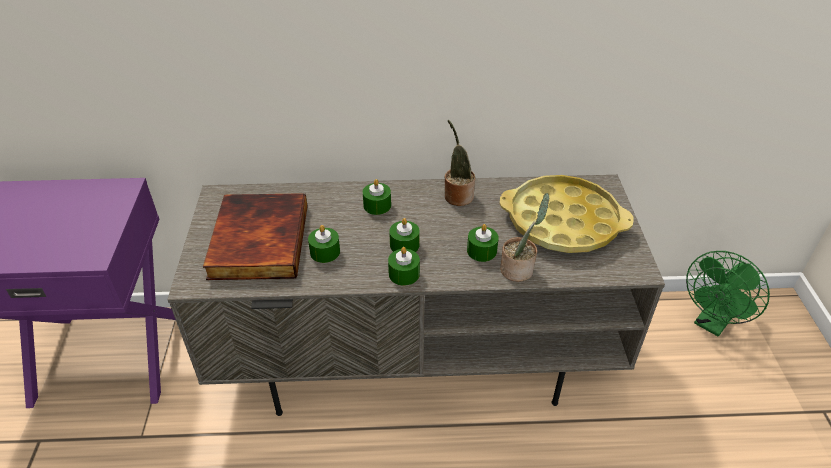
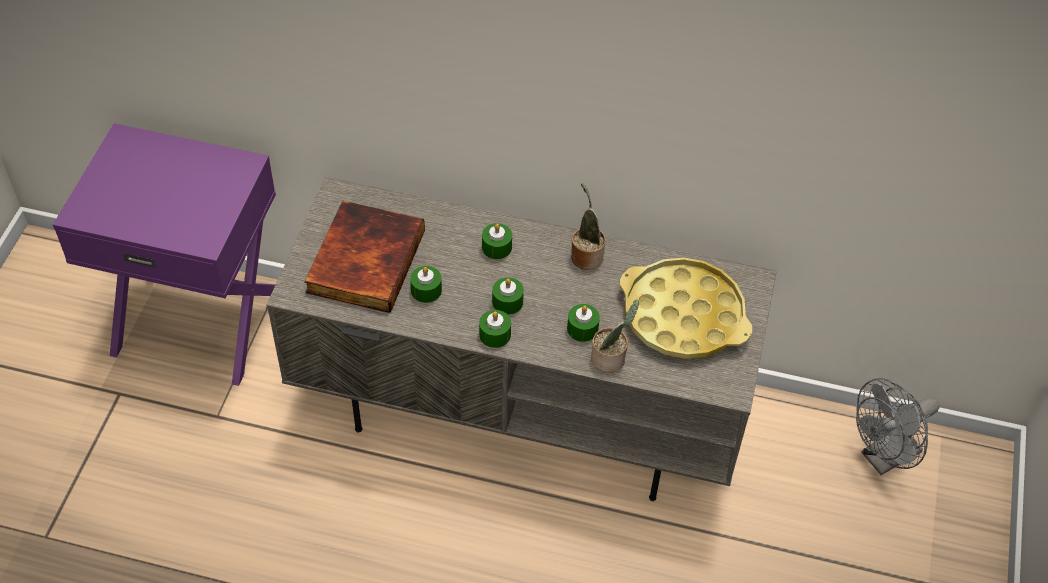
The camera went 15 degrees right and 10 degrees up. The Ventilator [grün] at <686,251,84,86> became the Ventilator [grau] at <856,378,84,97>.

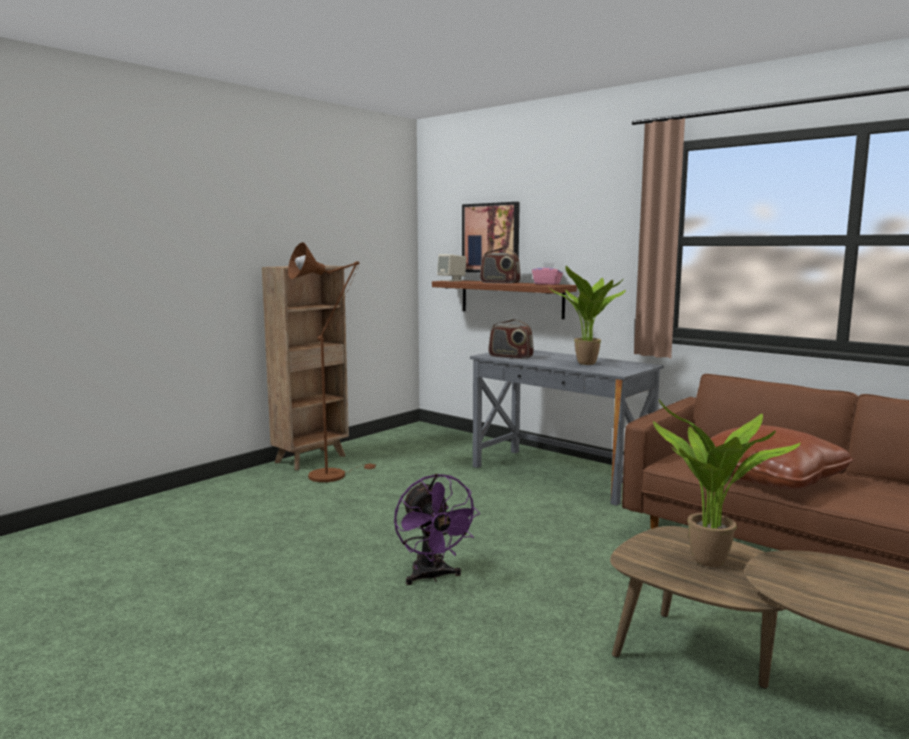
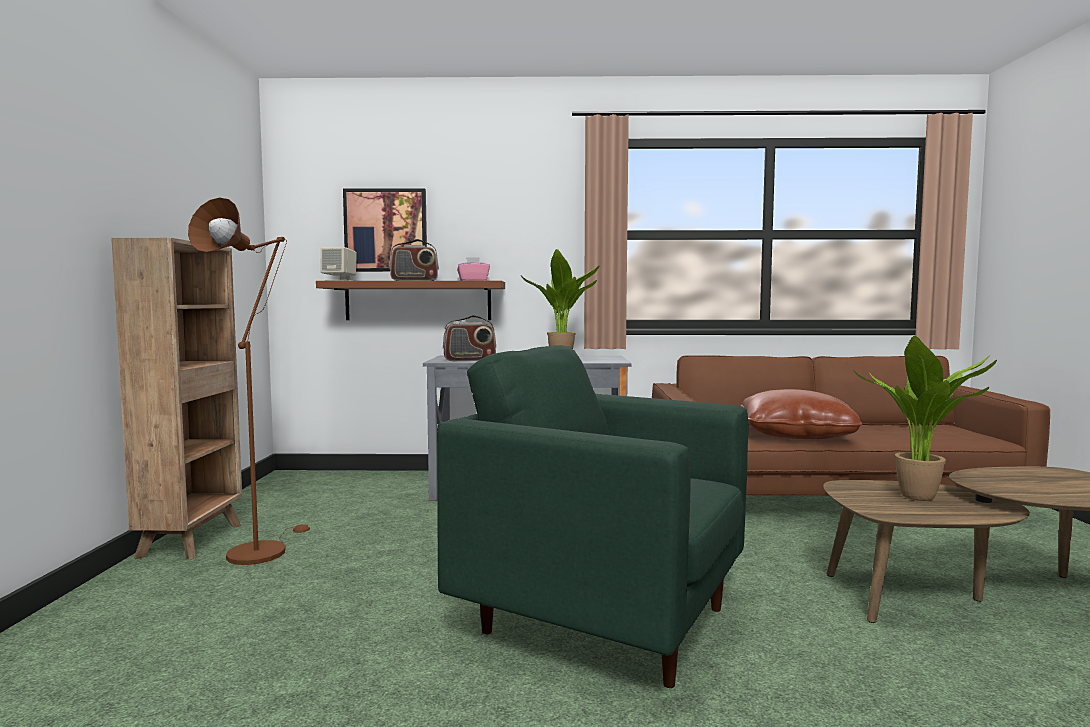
The camera went 40 degrees left and 5 degrees down. The Ventilator [lila] at <394,474,86,111> was replaced by the Sessel [grün] at <437,345,311,343>.

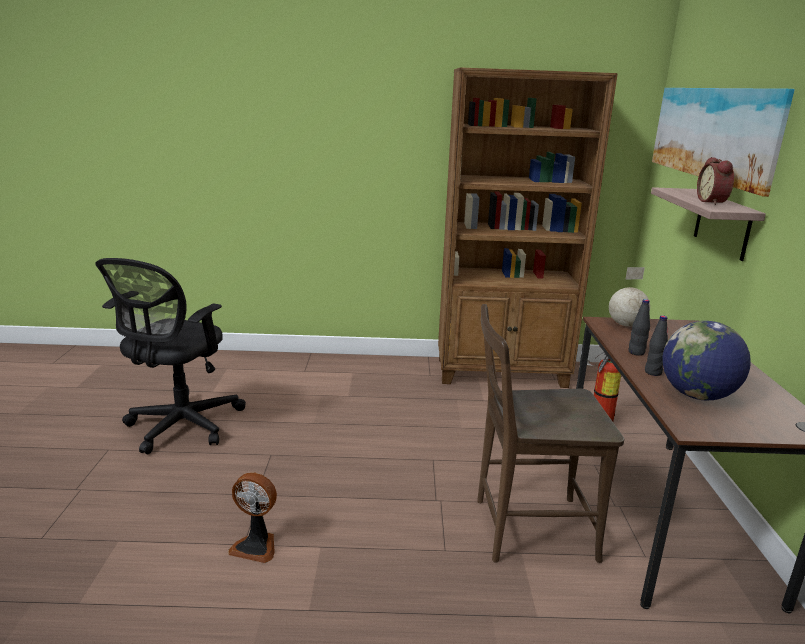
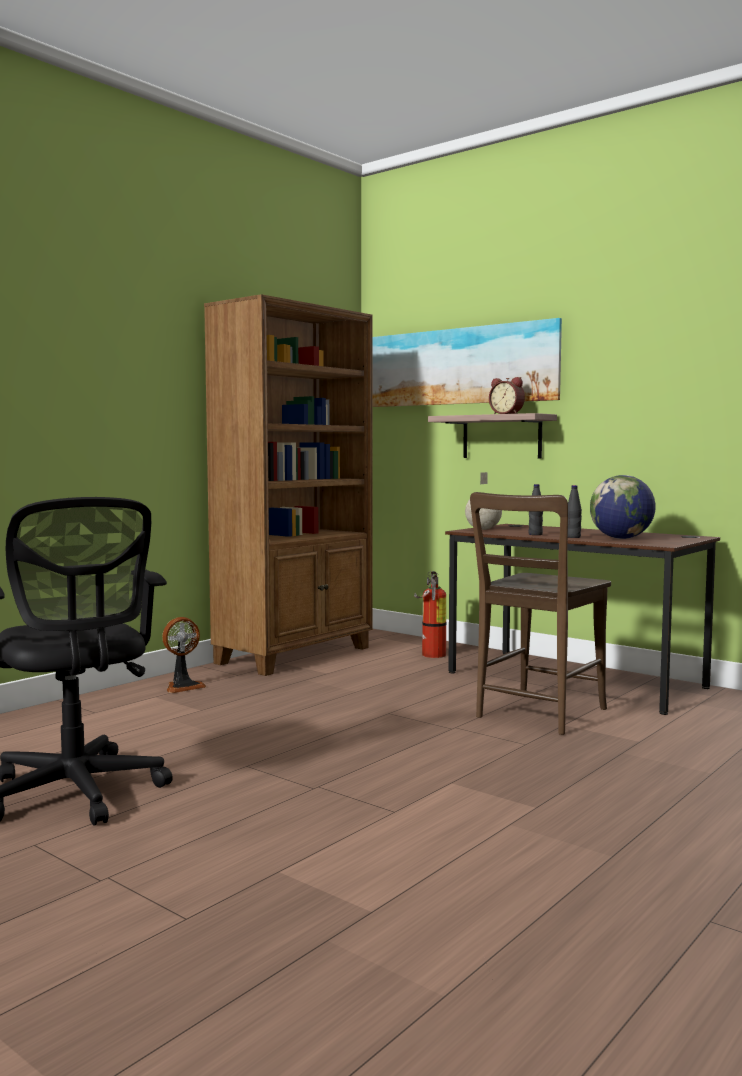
The camera went 50 degrees left and 15 degrees down. The Ventilator moved from <228,472,49,91> to <162,617,44,76>.

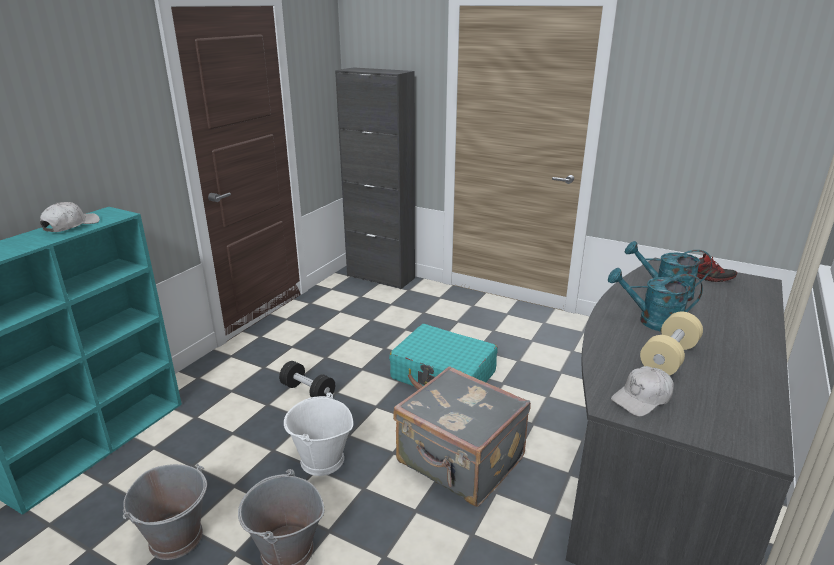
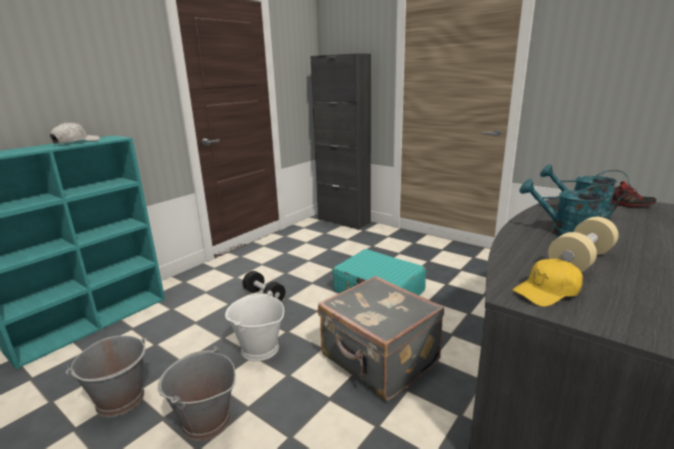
The camera went 10 degrees right and 5 degrees down. The Kappe [weiß] at <611,366,63,51> became the Kappe [gelb] at <513,259,70,48>.

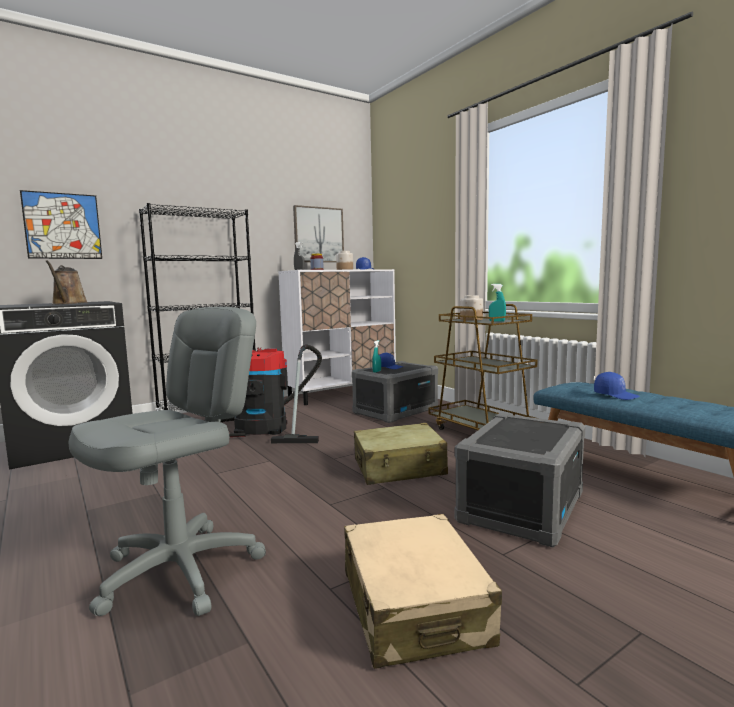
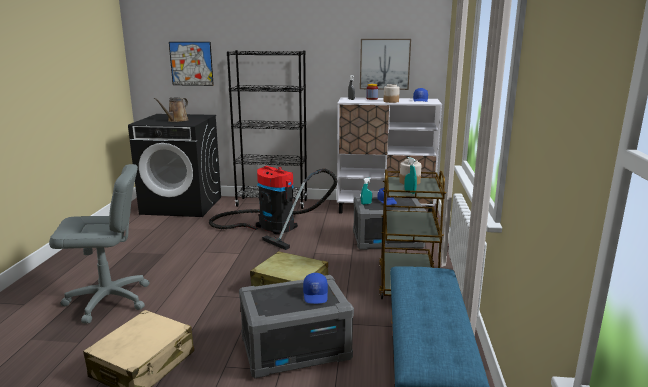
The camera went 40 degrees right and 10 degrees up. The Kappe [blau] moved from <594,372,46,28> to <303,273,25,31>.

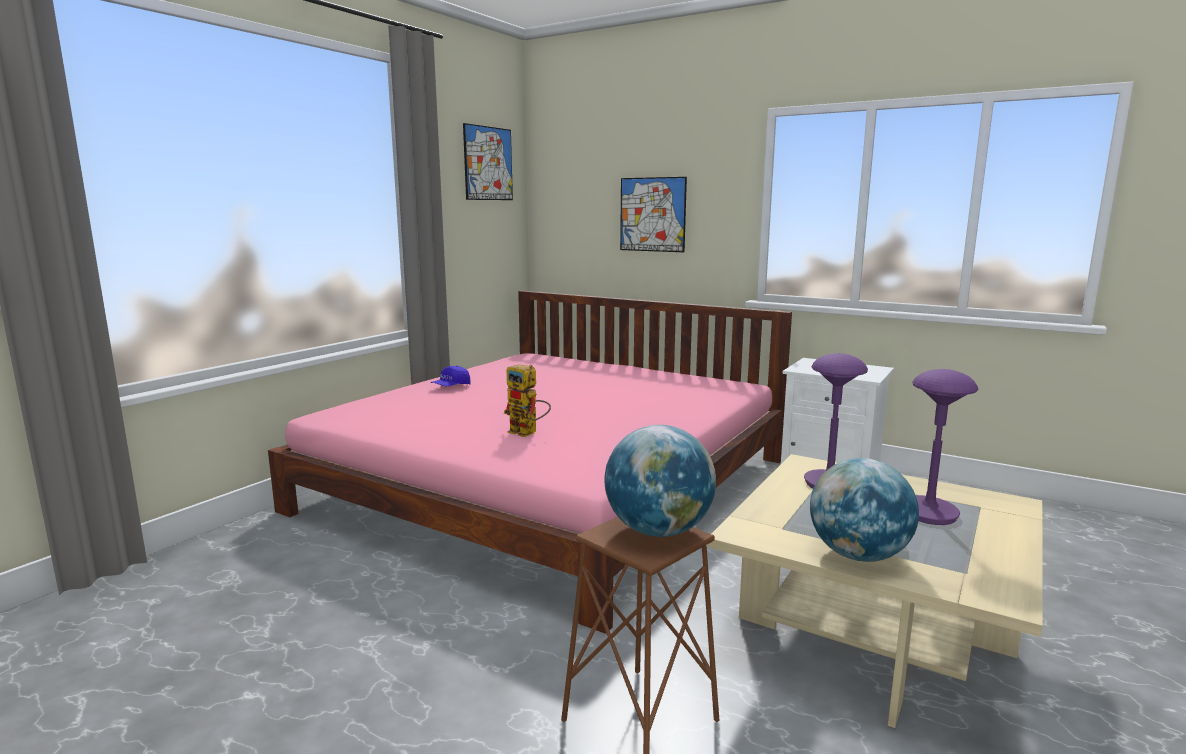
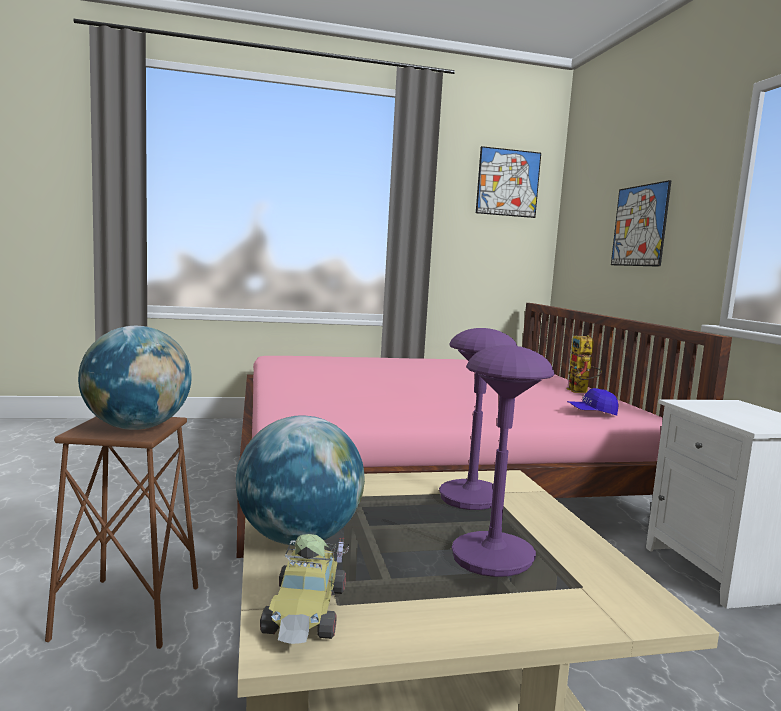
The camera went 45 degrees right and 5 degrees down. The Kappe [blau] moved from <431,366,40,20> to <567,388,51,28>. The Spielzeugroboter moved from <504,364,47,73> to <566,335,36,58>. The Spielzeugauto at <260,534,89,110> appeared.

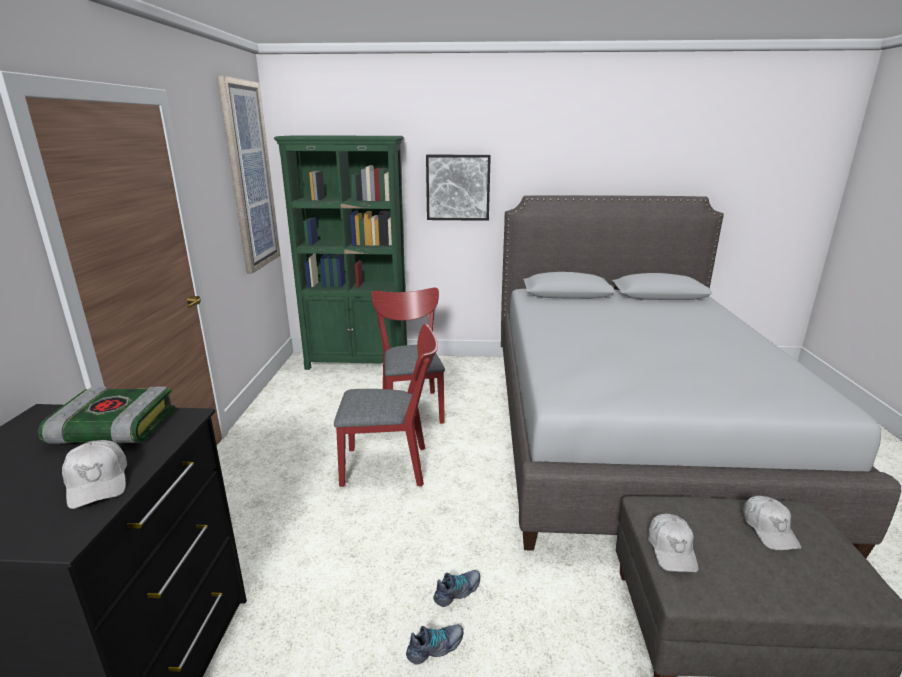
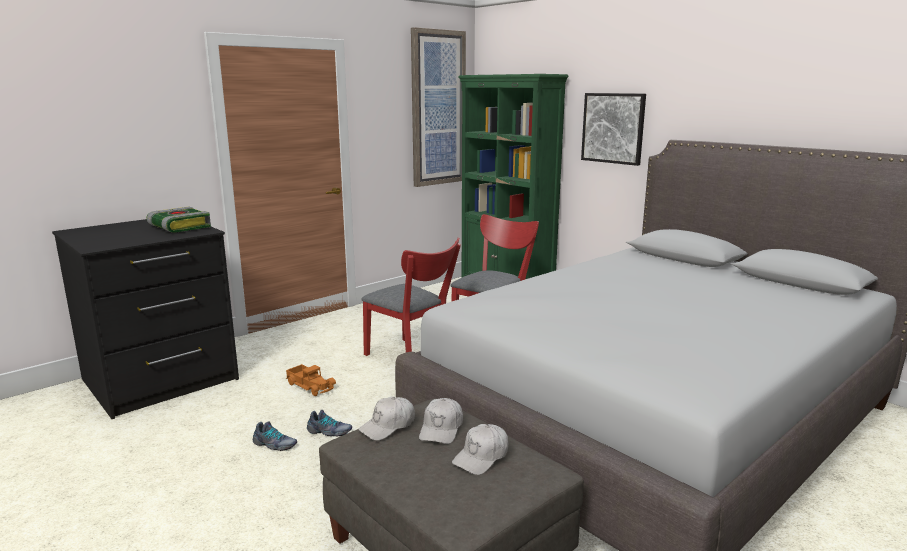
The camera went 45 degrees right and 5 degrees down. The Kappe [weiß] moved from <62,440,65,69> to <419,398,44,46>. The Spielzeuglaster at <286,364,50,32> appeared.

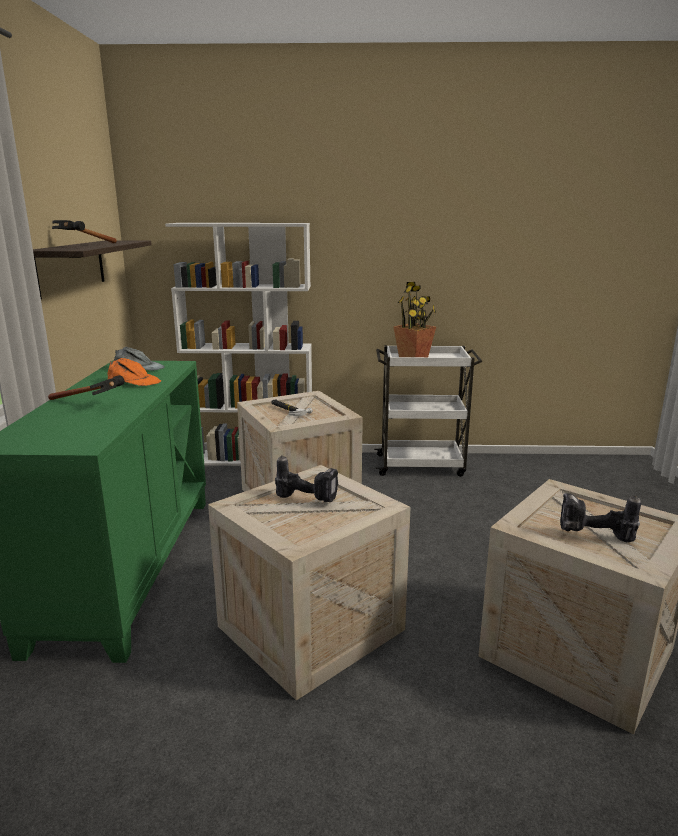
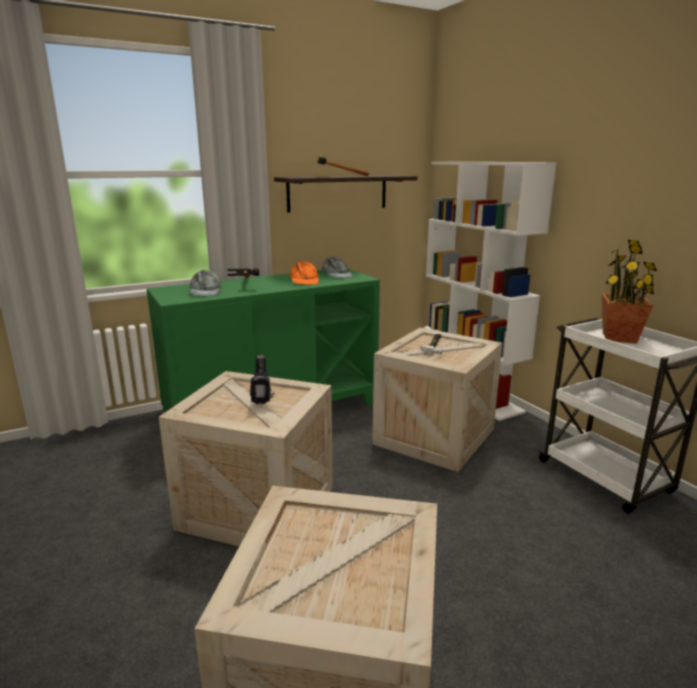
The camera went 60 degrees right and 0 degrees up. The Bohrmaschine at <560,493,81,49> disappeared. The Kappe [grau] at <190,270,32,26> appeared.

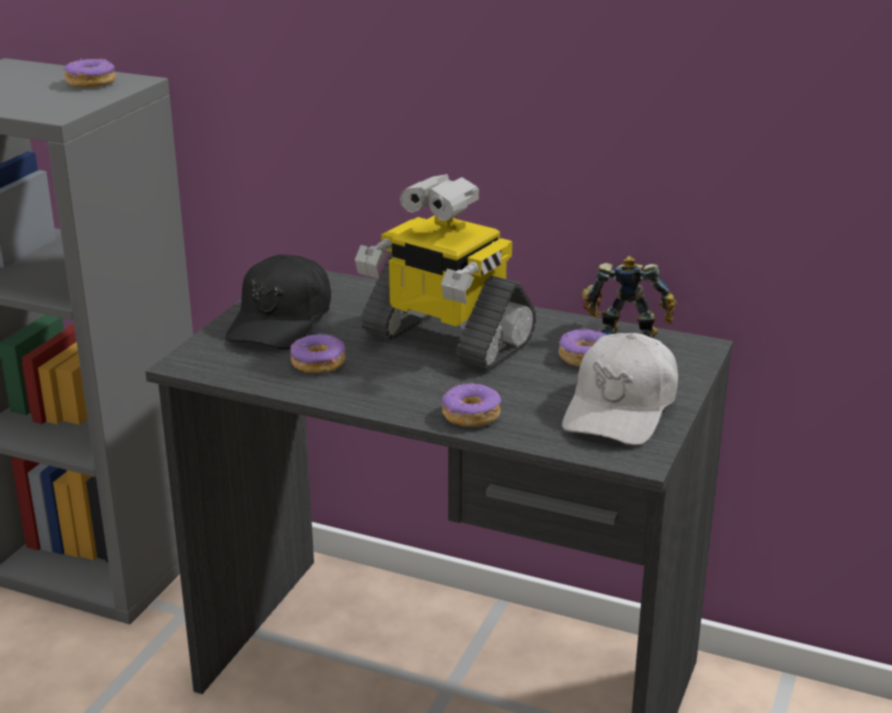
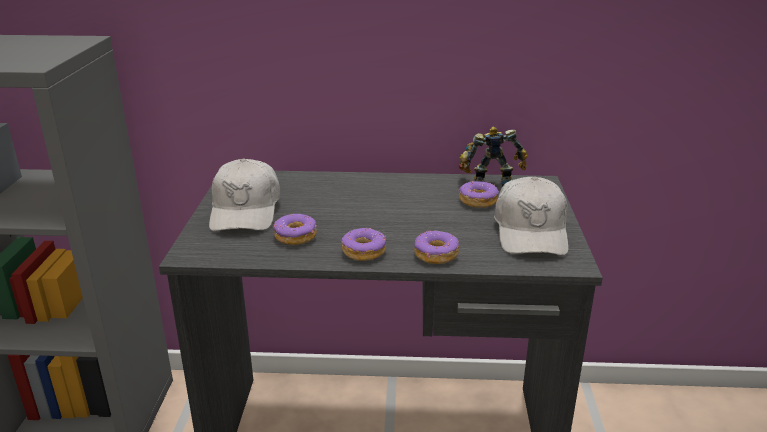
The camera went 20 degrees left and 0 degrees up. The Donut moved from <64,59,52,29> to <342,228,44,33>. The Kappe [schwarz] at <225,254,106,95> became the Kappe [weiß] at <209,158,71,73>. The Spielzeugroboter at <355,174,181,197> disappeared.

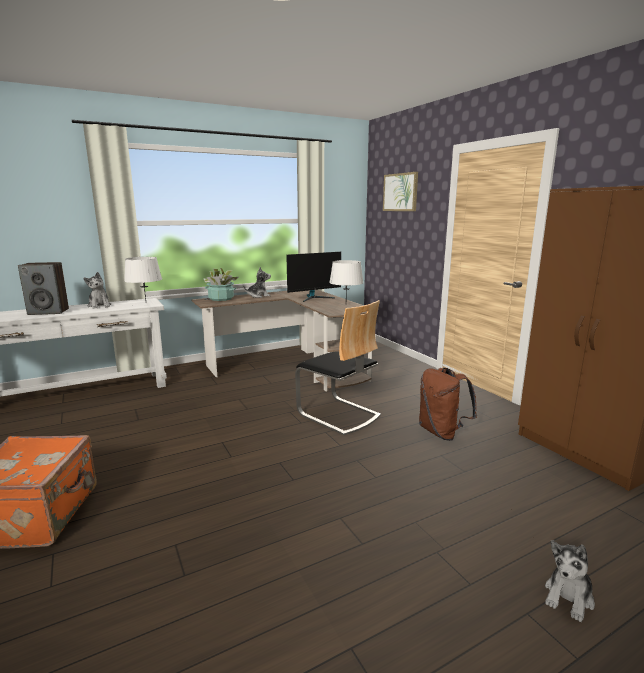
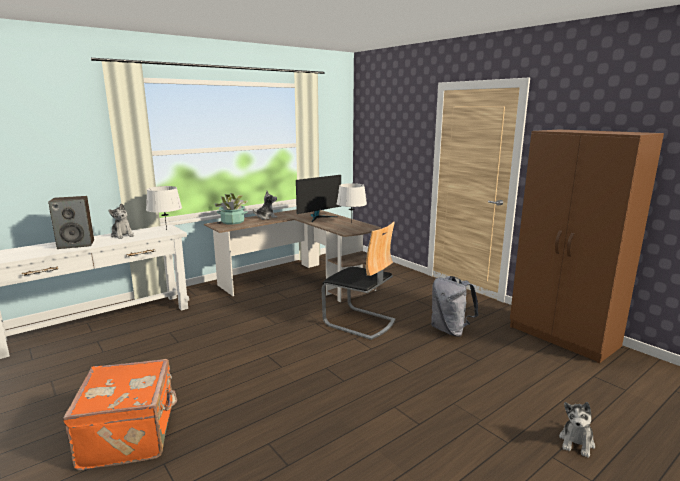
The camera went 10 degrees left and 0 degrees up. The Bild at <383,172,35,39> disappeared. The Rucksack [braun] at <419,368,58,73> became the Rucksack [grau] at <431,276,47,61>.

